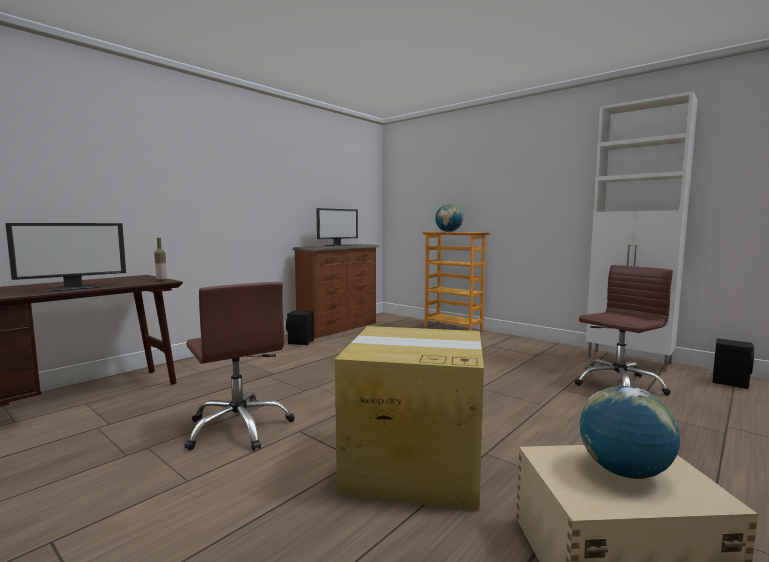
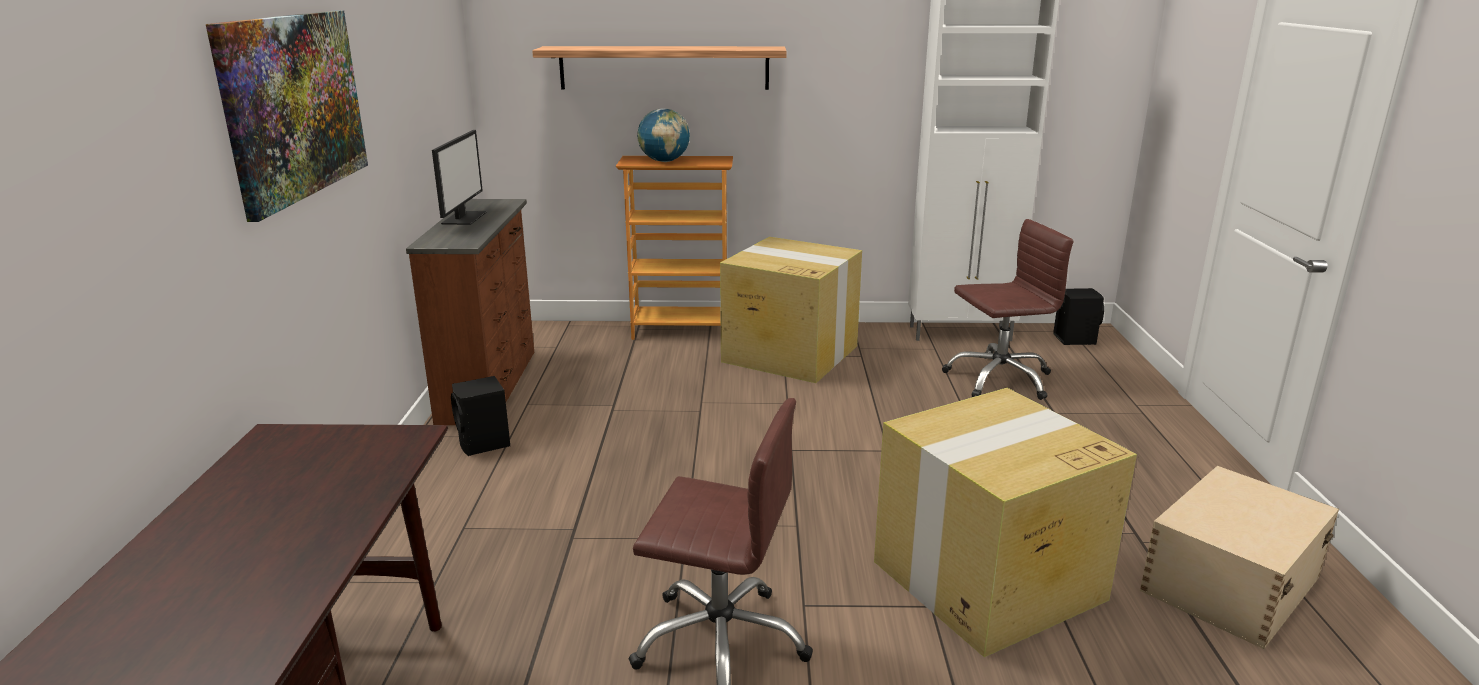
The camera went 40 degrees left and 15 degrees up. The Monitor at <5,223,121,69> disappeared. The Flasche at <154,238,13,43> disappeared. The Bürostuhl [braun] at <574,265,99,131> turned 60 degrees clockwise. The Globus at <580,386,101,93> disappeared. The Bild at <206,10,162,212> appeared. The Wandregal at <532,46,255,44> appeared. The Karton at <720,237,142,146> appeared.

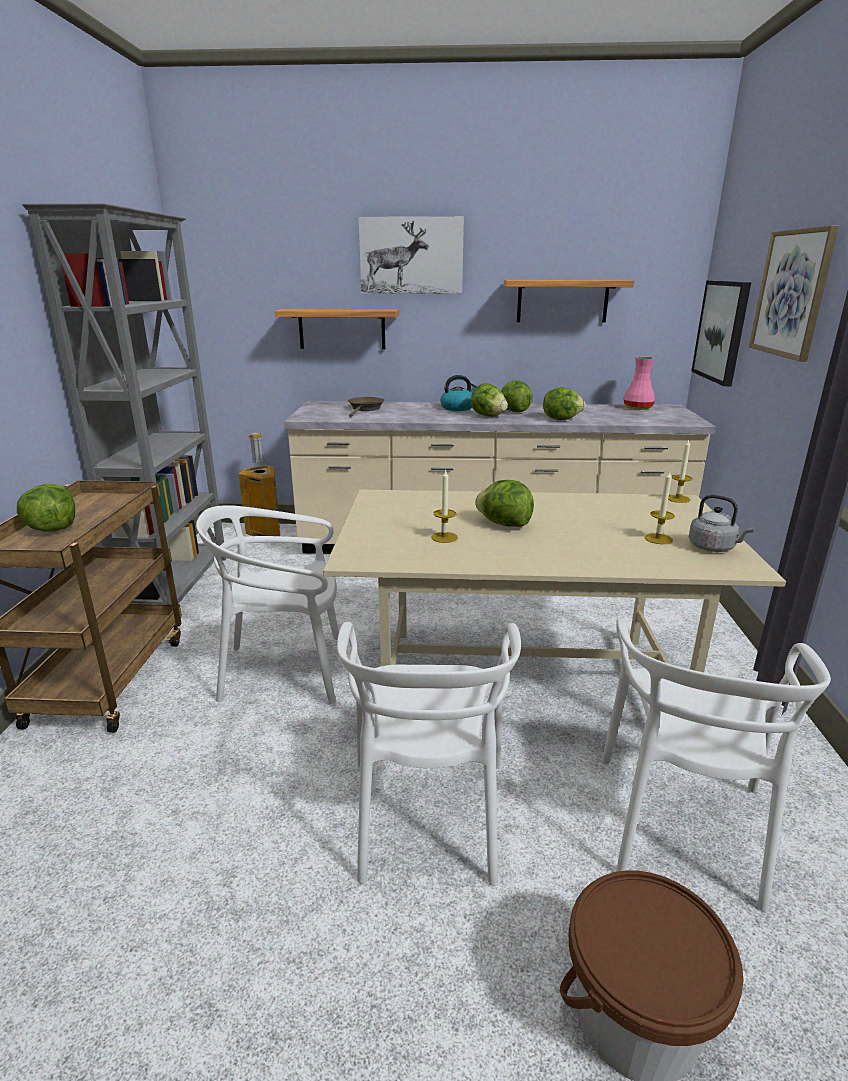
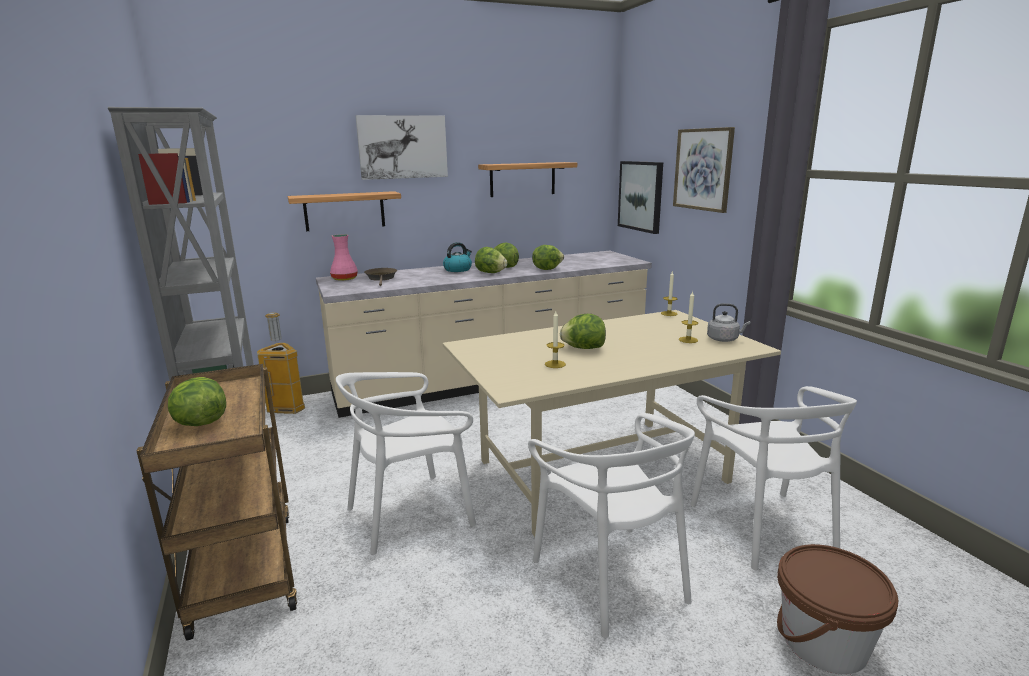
The camera went 25 degrees left and 5 degrees down. The Vase [rosa] moved from <624,357,31,53> to <330,234,28,47>.

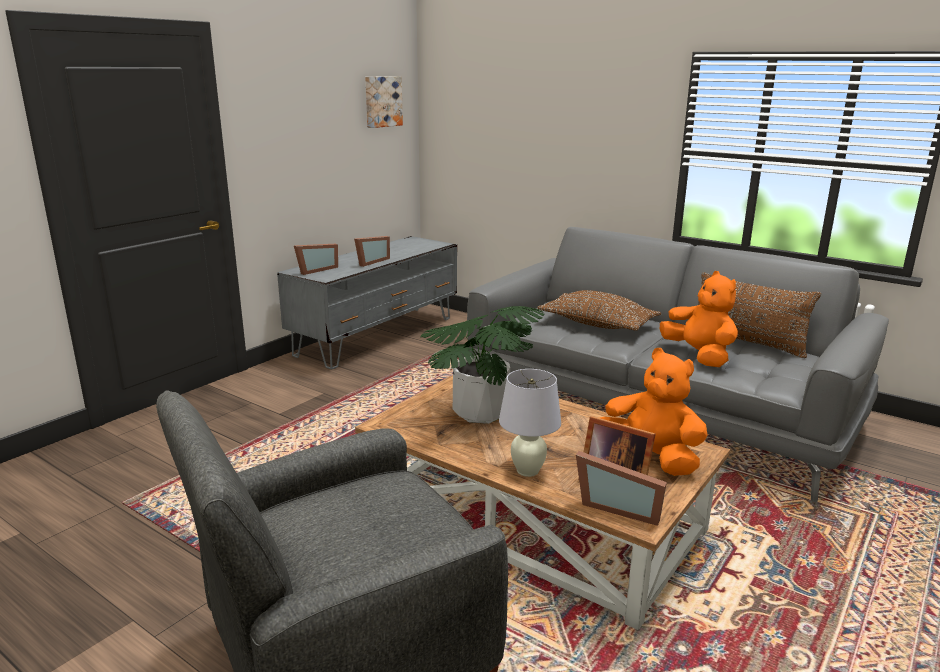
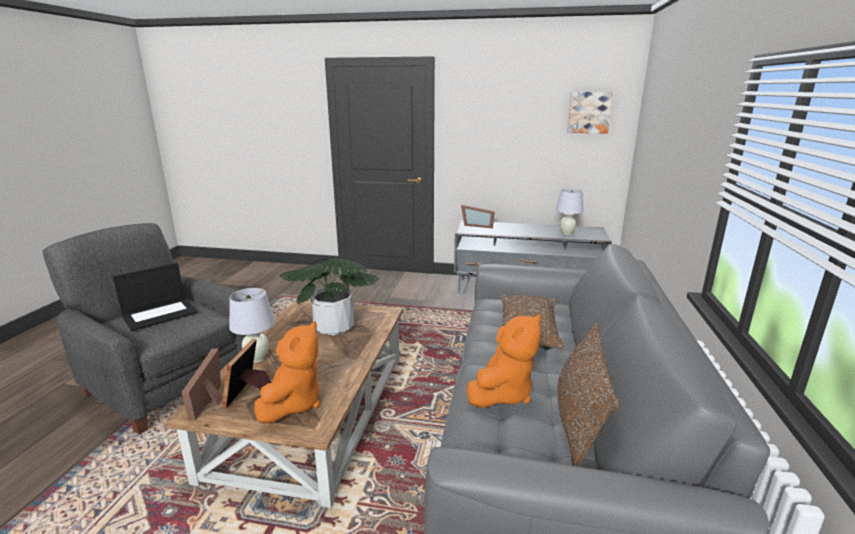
The camera went 65 degrees right and 0 degrees up. The Bilderrahmen at <354,236,36,31> disappeared. The Laptop at <113,263,85,68> appeared. The Tischlampe [weiß] at <556,188,27,47> appeared.

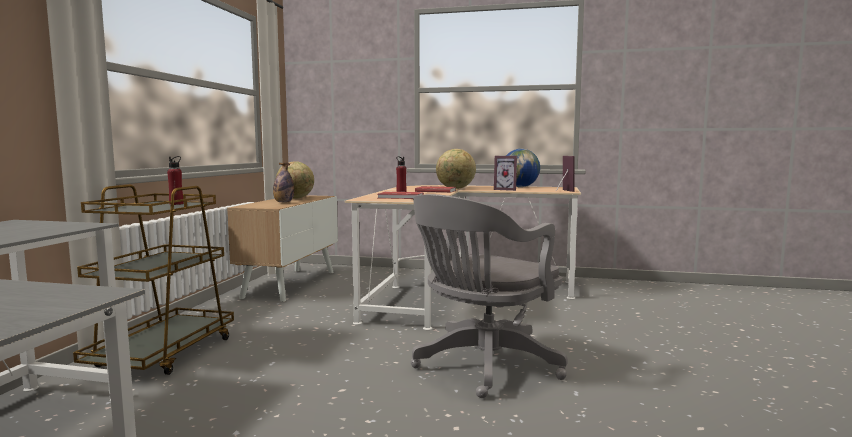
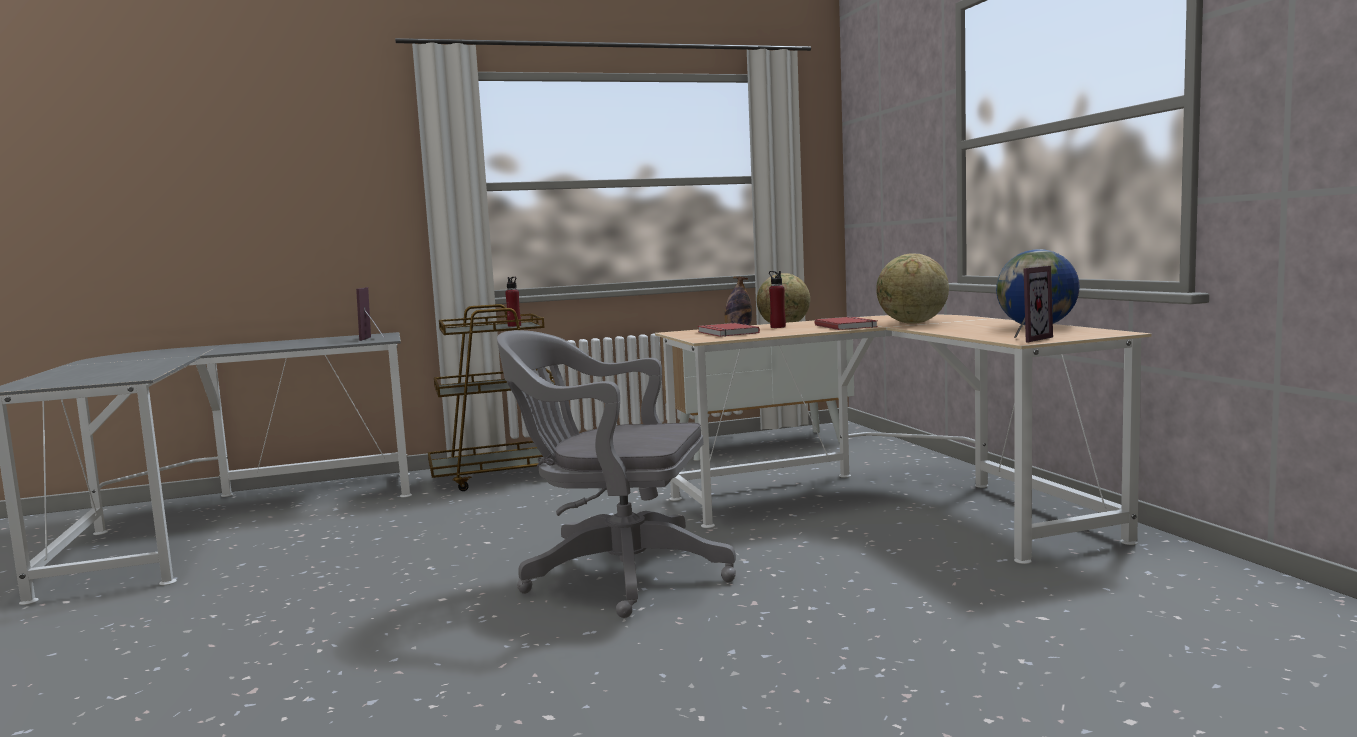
The camera went 60 degrees right and 0 degrees up. The Bilderrahmen moved from <494,156,23,35> to <356,287,28,54>.

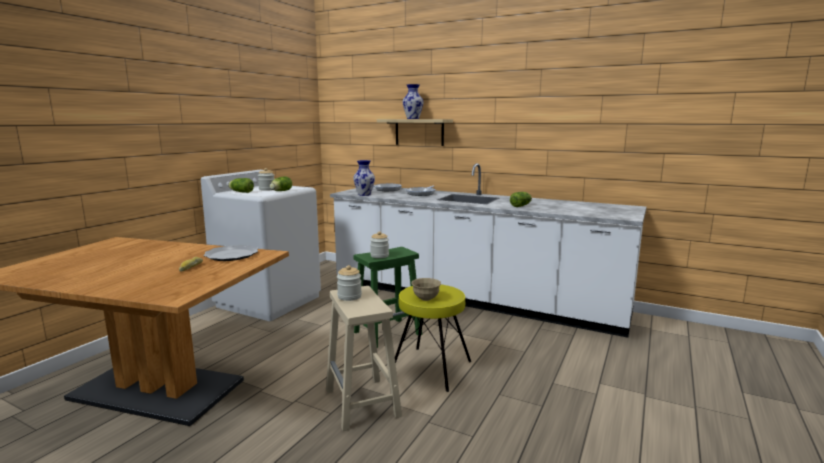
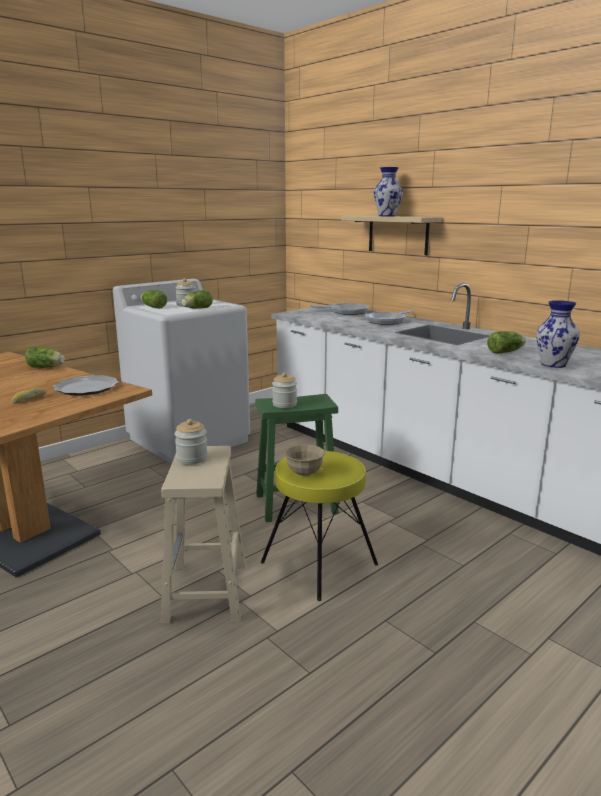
The camera went 20 degrees right and 5 degrees up. The Vase moved from <353,160,22,36> to <536,300,44,68>. The Salatkopf at <25,347,40,21> appeared.

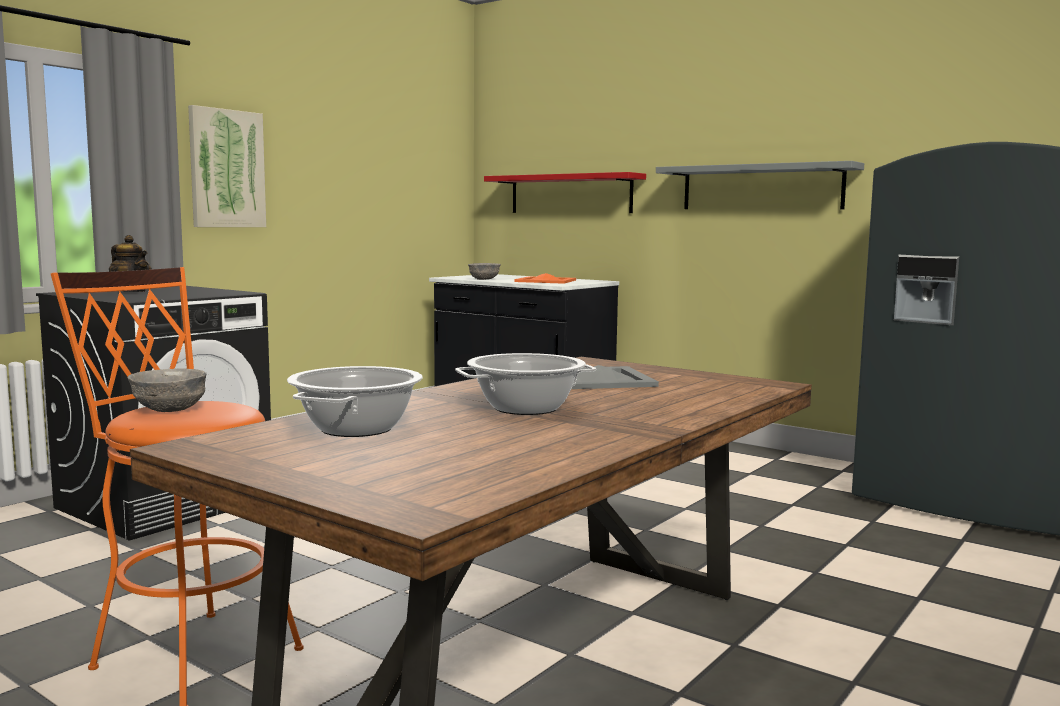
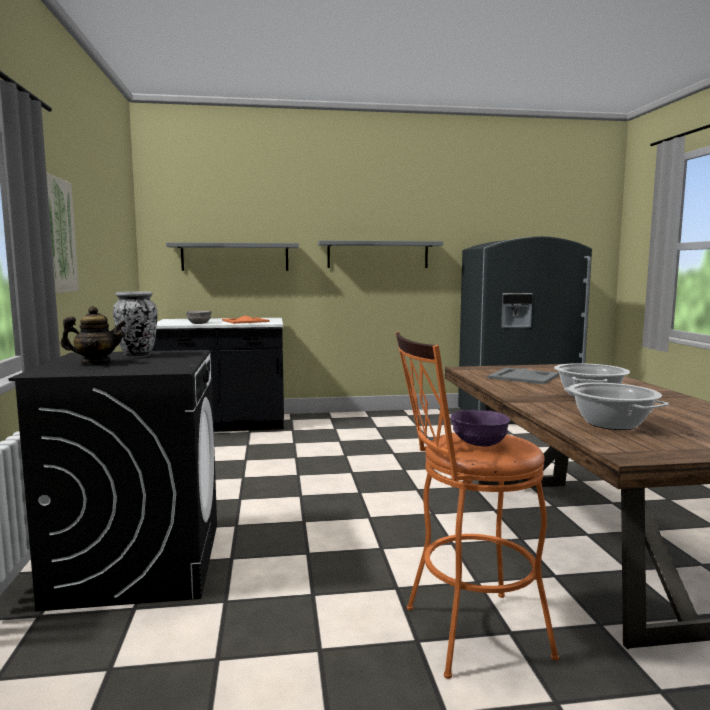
The camera went 45 degrees left and 0 degrees up. The Schüssel [grau] at <128,369,79,43> became the Schüssel [lila] at <450,410,60,37>. The Wandregal [rot] at <484,172,162,41> became the Wandregal [grau] at <166,242,133,29>. The Vase at <113,292,45,66> appeared.

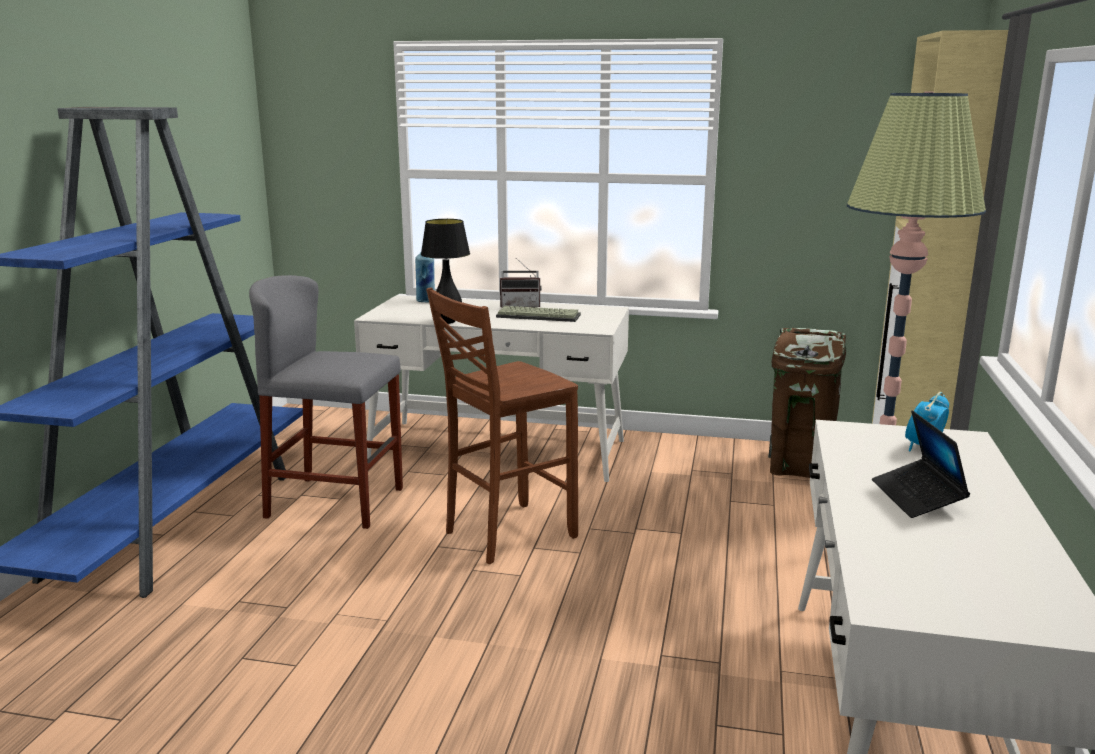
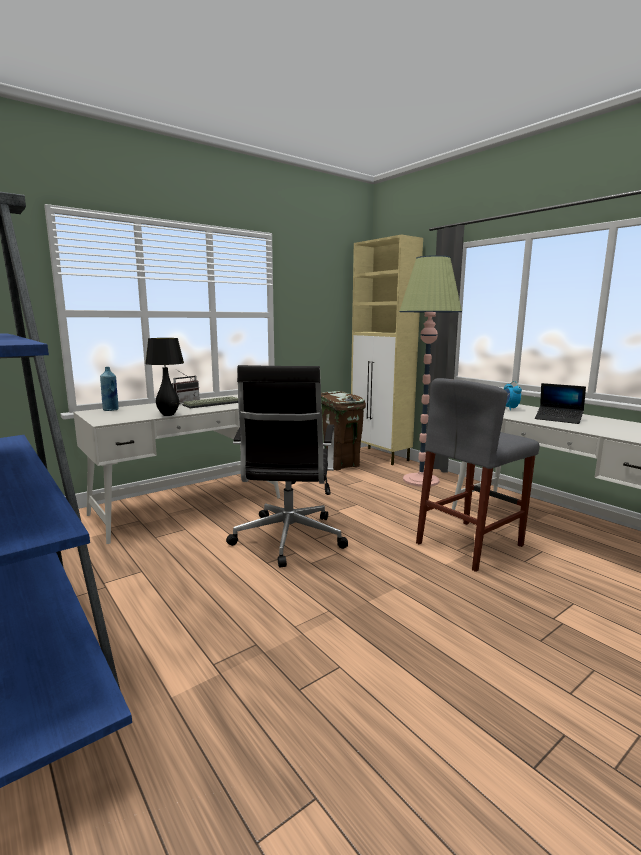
The camera went 50 degrees left and 5 degrees down. The Hocker [grau] moved from <249,275,154,254> to <416,378,123,194>. The Hocker [braun] at <426,287,152,277> was replaced by the Bürostuhl [schwarz] at <226,365,122,203>.

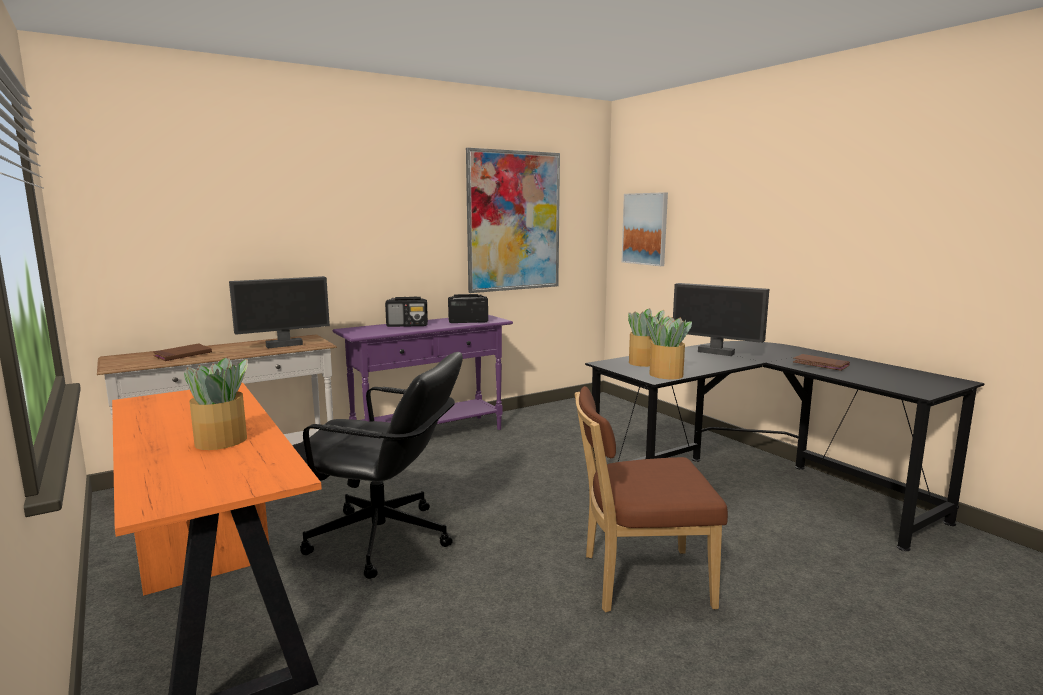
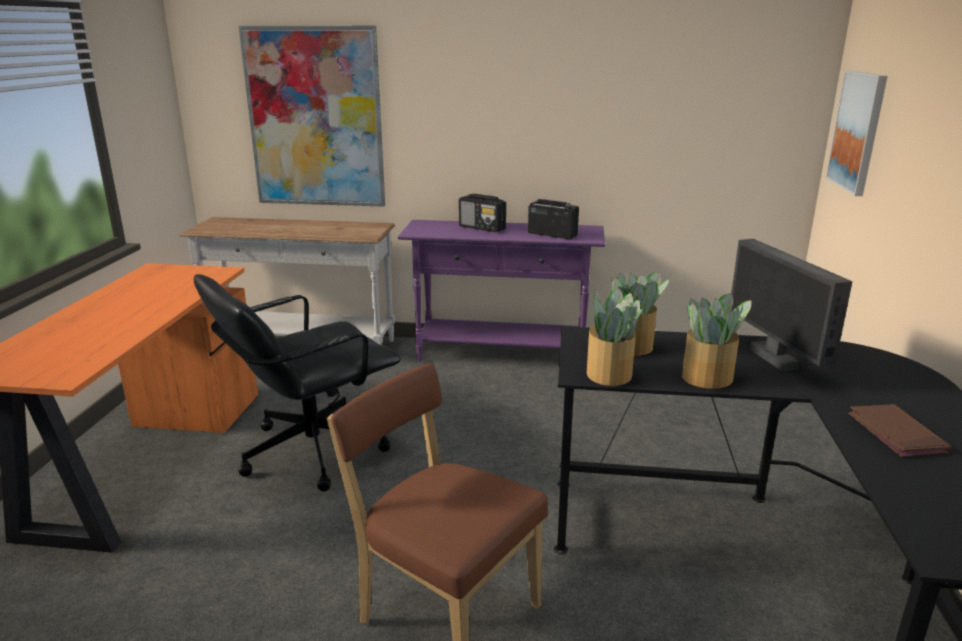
The camera went 40 degrees right and 10 degrees up. The Buch [braun] at <153,343,59,18> disappeared. The Topfpflanze moved from <184,357,64,93> to <682,293,69,96>. The Monitor at <229,276,101,72> disappeared. The Bürostuhl [schwarz] at <292,352,171,227> turned 90 degrees clockwise. The Bild moved from <466,148,94,145> to <239,25,146,182>.

